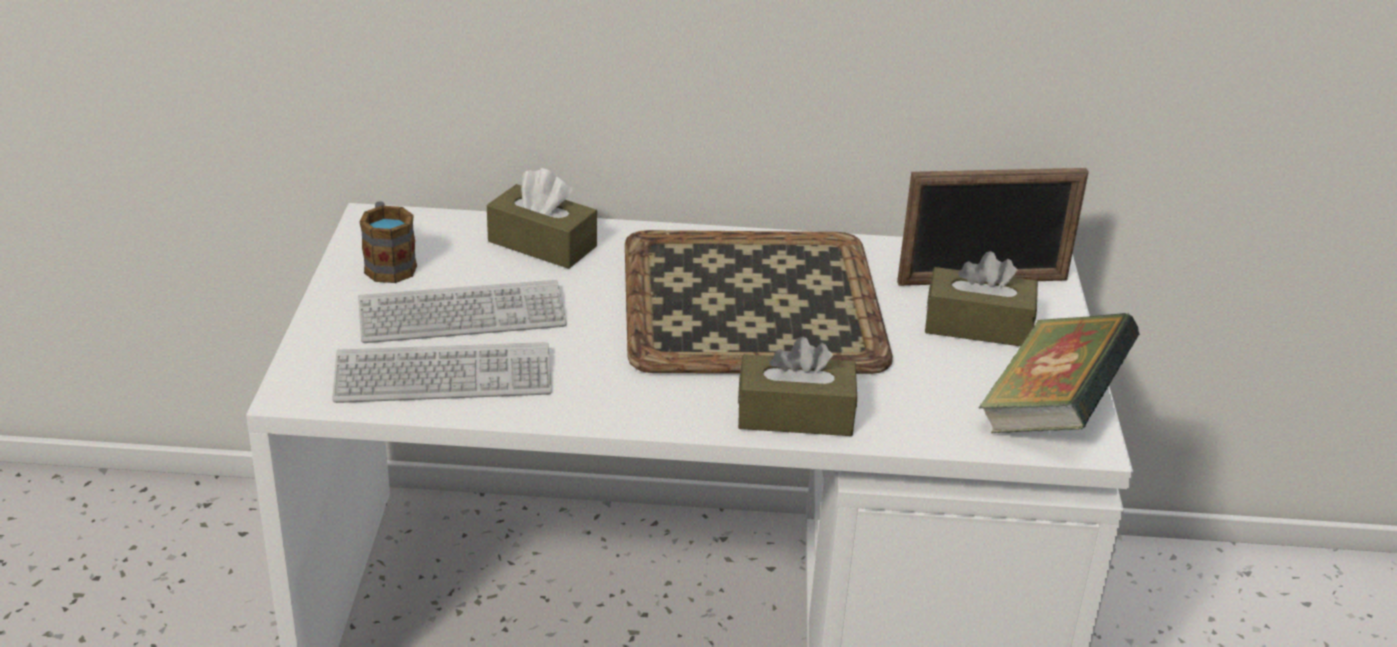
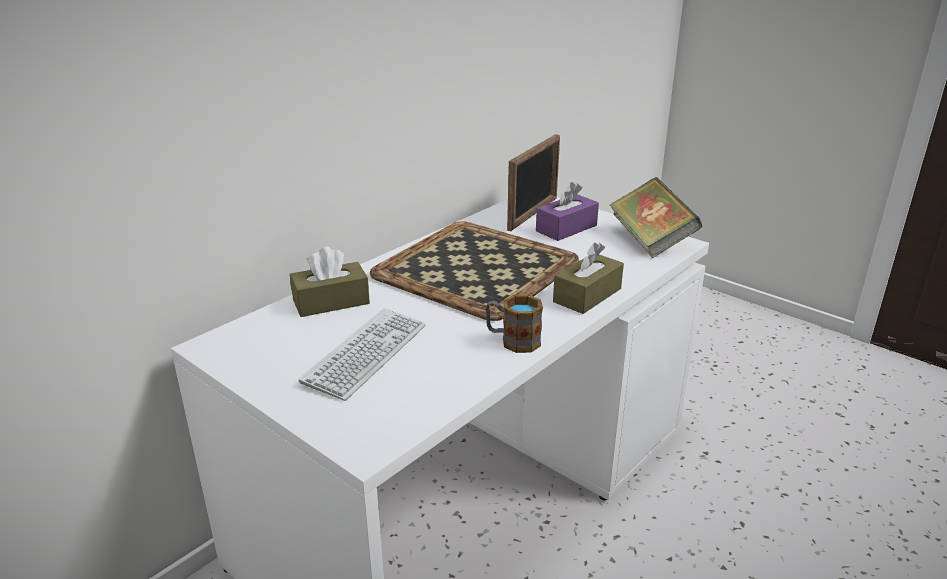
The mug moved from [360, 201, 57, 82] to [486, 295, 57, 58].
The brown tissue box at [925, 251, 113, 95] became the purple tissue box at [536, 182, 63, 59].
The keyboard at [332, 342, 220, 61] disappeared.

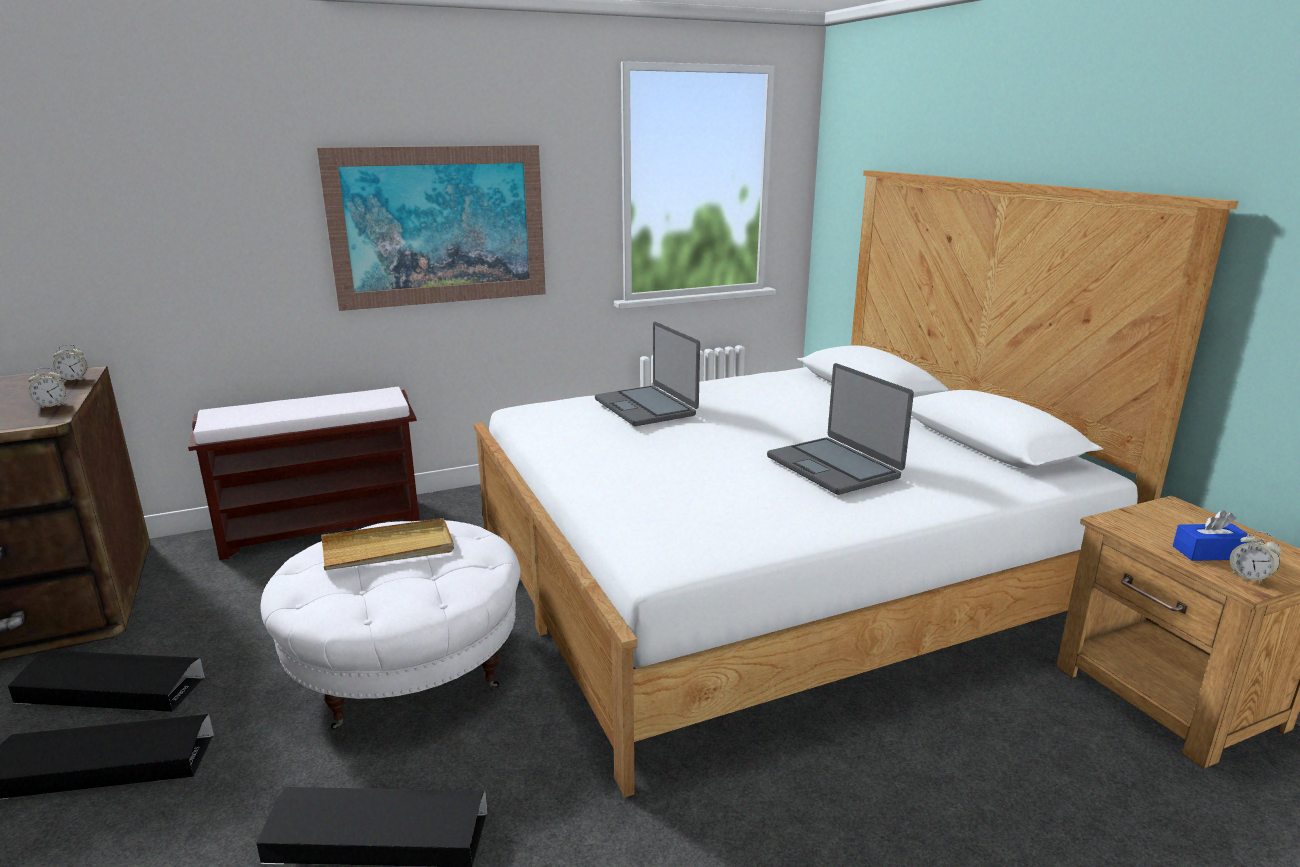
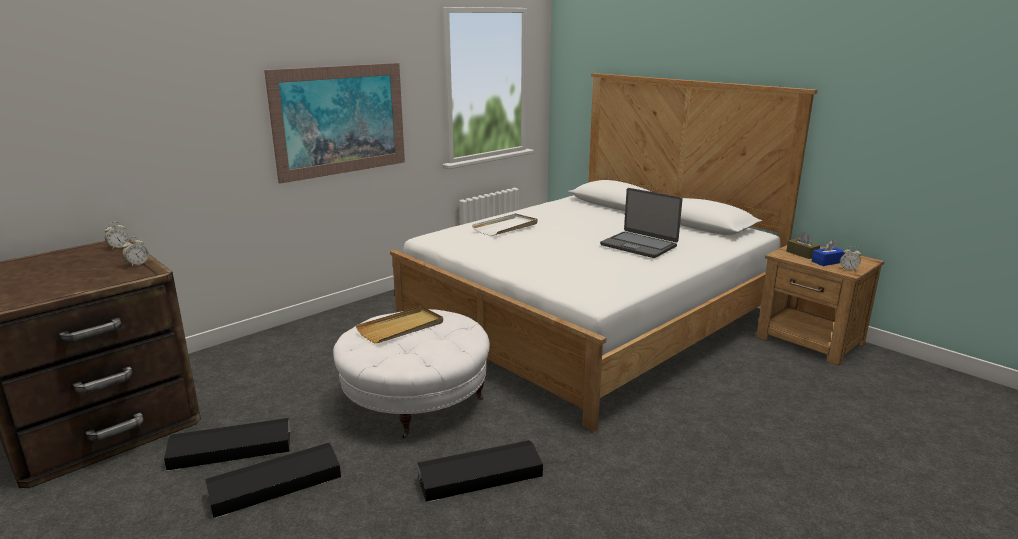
The laptop at [595, 322, 105, 104] was replaced by the white tray at [472, 213, 65, 23].
The brown tissue box at [786, 232, 34, 27] appeared.
The brown bench at [188, 387, 232, 173] disappeared.

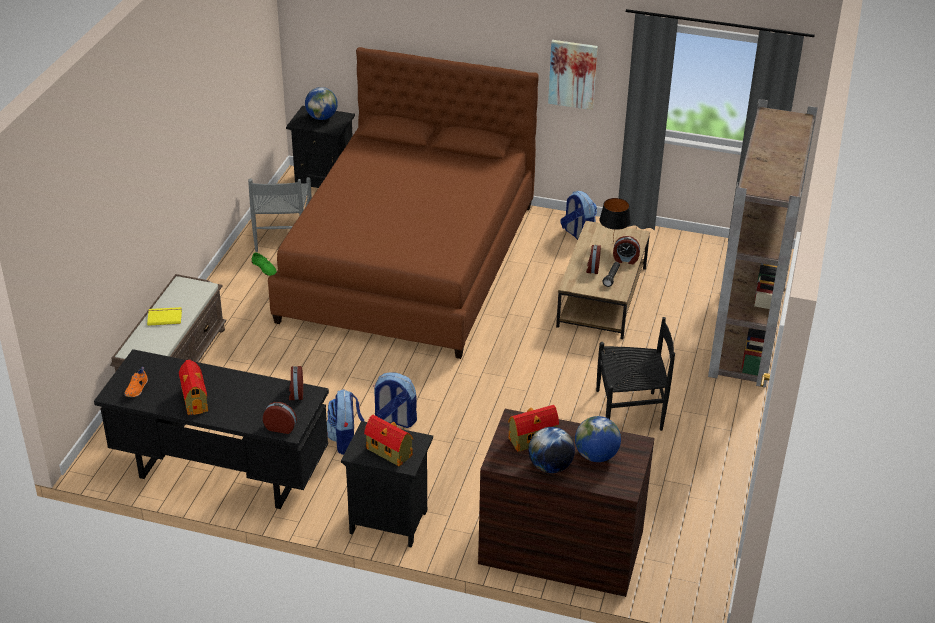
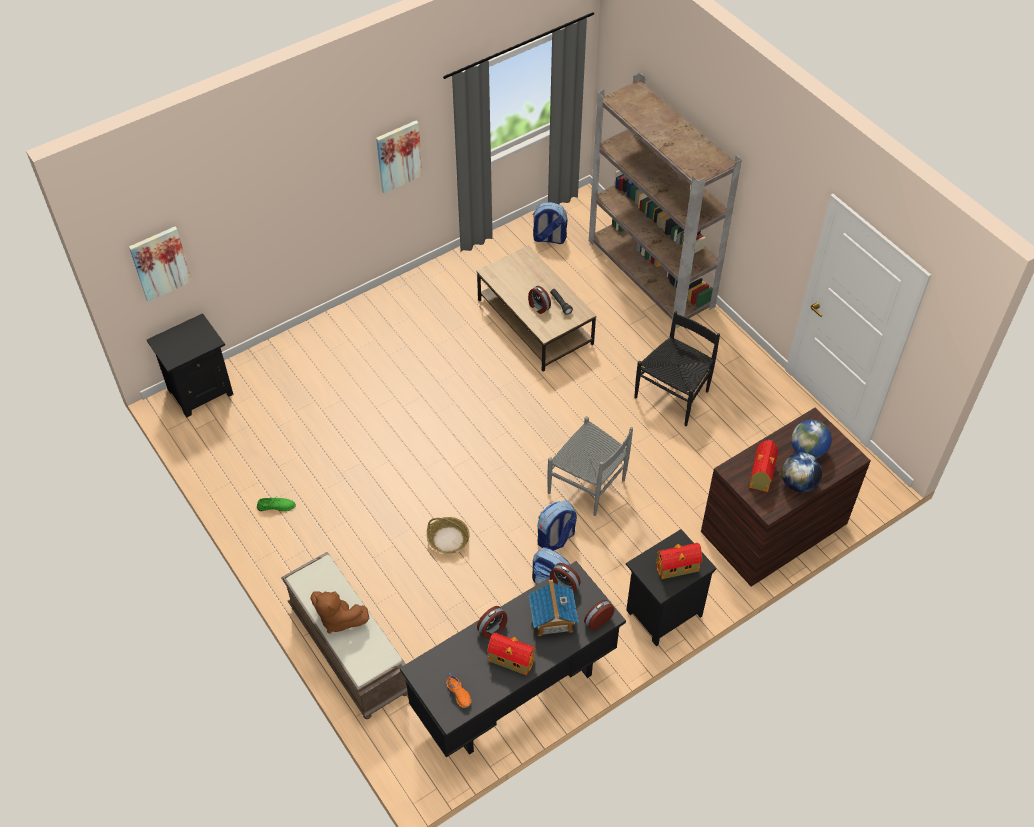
The picture at [129, 227, 63, 75] appeared.
The yellow book at [147, 307, 35, 19] was replaced by the brown plush toy at [311, 591, 59, 43].
The basket at [427, 517, 43, 37] appeared.
The alarm clock moved from [613, 236, 27, 28] to [477, 606, 30, 33].
The toy house at [529, 580, 50, 56] appeared.
The backpack moved from [561, 191, 36, 49] to [532, 202, 35, 42].
The grey chair moved from [248, 177, 64, 75] to [548, 416, 85, 100].
The brown bed at [268, 47, 271, 312] disappeared.
The globe at [305, 87, 33, 33] disappeared.
The black table lamp at [599, 198, 32, 42] disappeared.

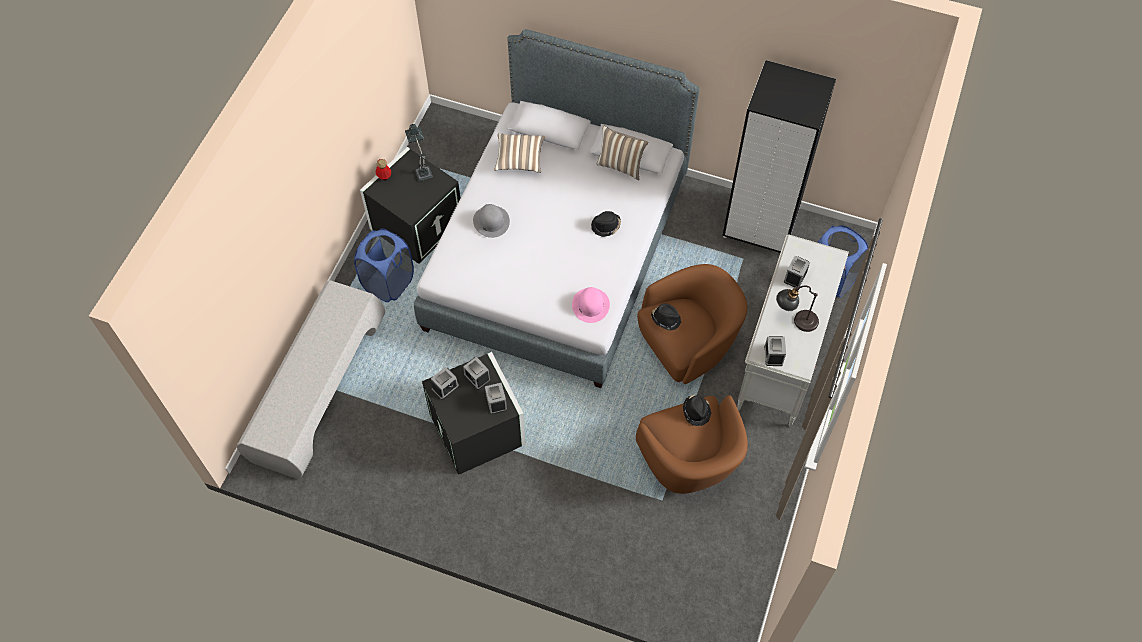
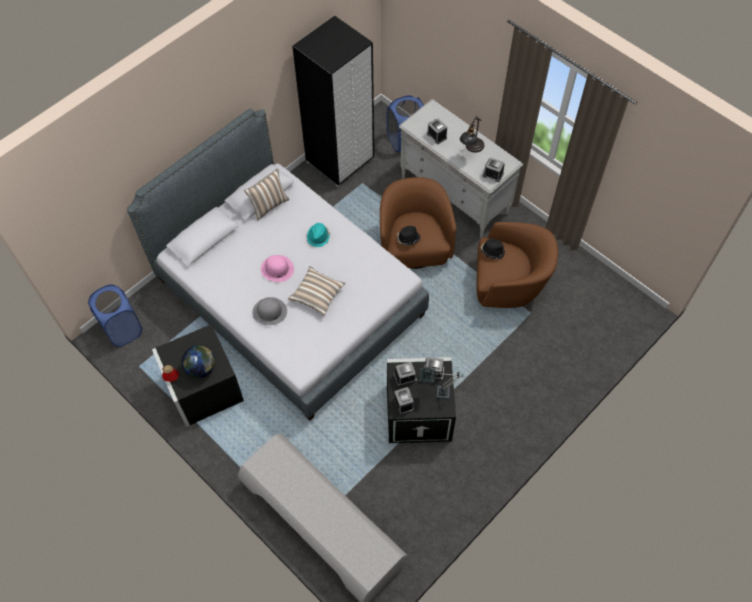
The blue laundry basket moved from [354, 228, 60, 74] to [88, 285, 54, 62].
The globe at [182, 345, 33, 33] appeared.
The pink hat moved from [572, 287, 38, 36] to [261, 255, 33, 27].
The pillow moved from [494, 133, 51, 40] to [288, 266, 58, 50].
The black hat at [591, 211, 30, 26] became the turquoise hat at [307, 223, 23, 24].
The table lamp moved from [405, 124, 28, 57] to [419, 367, 44, 33].

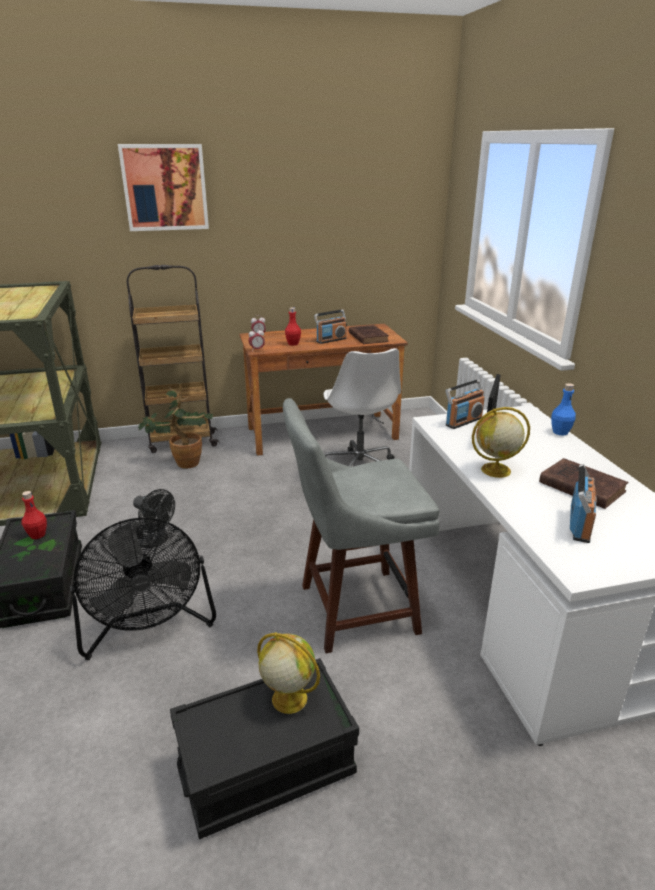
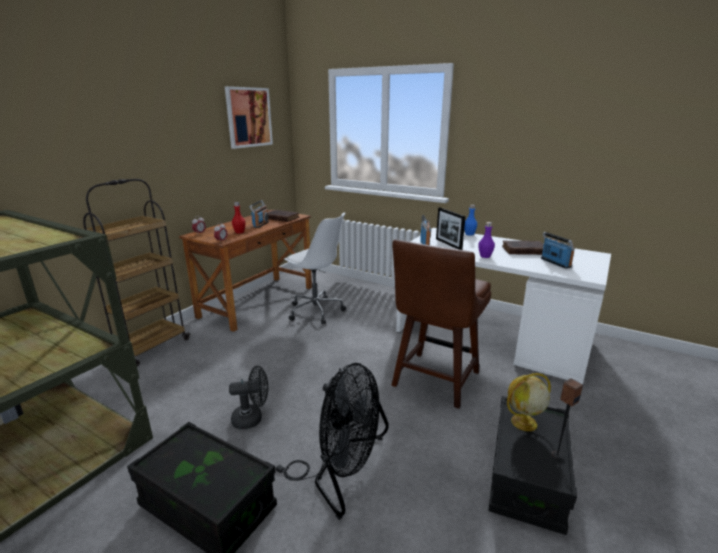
The picture moved from [118, 144, 91, 87] to [225, 86, 48, 63].
The grey stool at [283, 398, 156, 255] became the brown stool at [391, 240, 100, 169].
The globe at [472, 407, 58, 71] was replaced by the purple bottle at [478, 222, 17, 36].
The speaker at [551, 378, 32, 82] appeared.
The red bottle at [21, 491, 26, 48] disappeared.
The potted plant at [138, 384, 75, 85] disappeared.

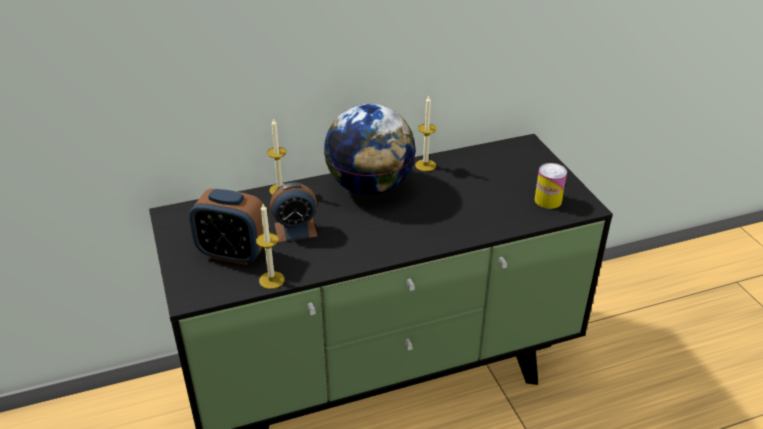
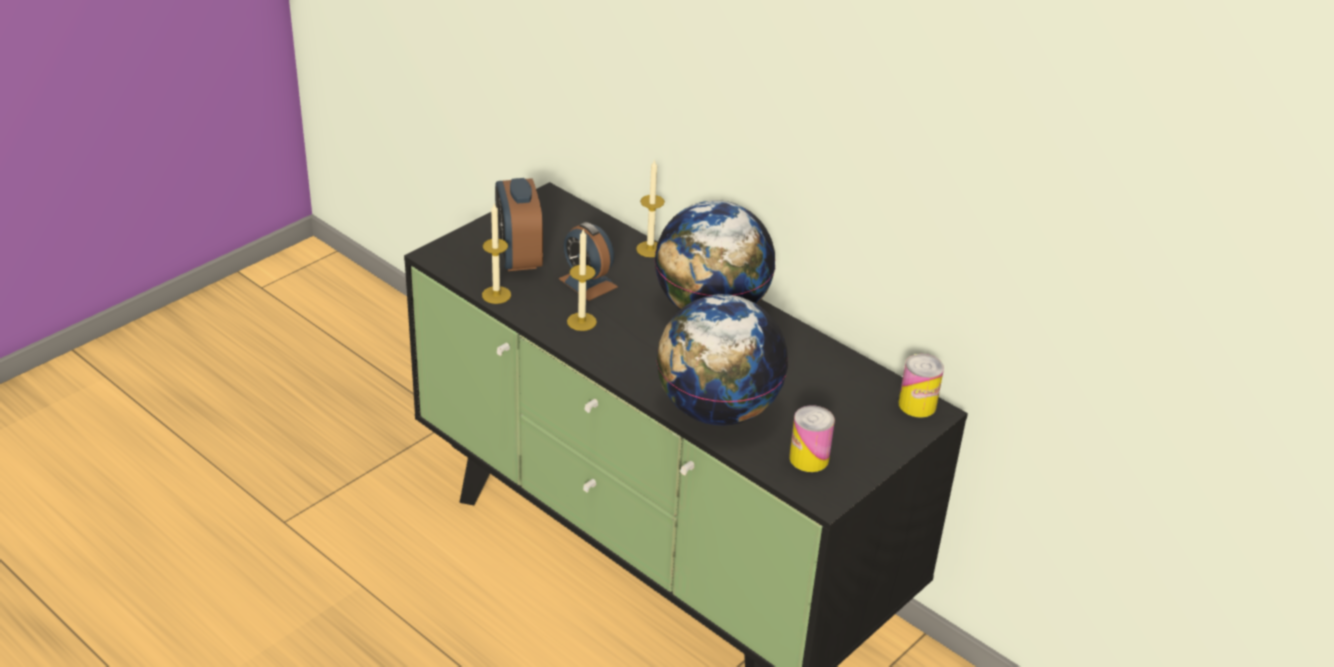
The candle moved from [415, 95, 21, 76] to [567, 230, 30, 101].
The globe at [656, 294, 132, 131] appeared.
The can at [898, 354, 46, 64] appeared.

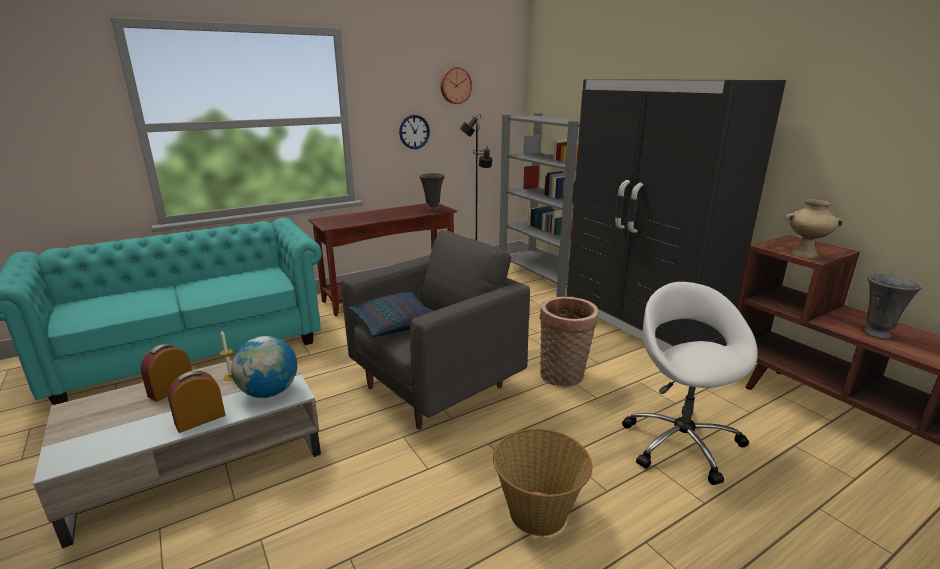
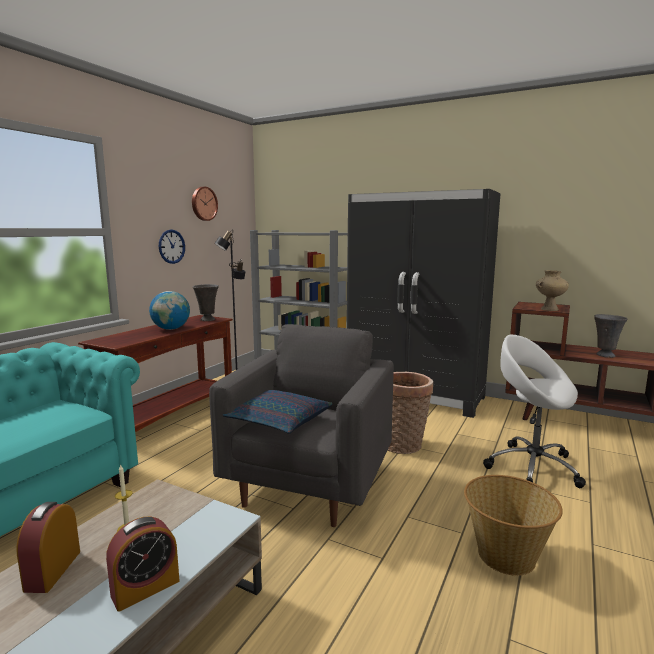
The alarm clock at [168, 371, 57, 62] turned 150 degrees counterclockwise.
The globe moved from [231, 336, 66, 62] to [149, 291, 41, 39].

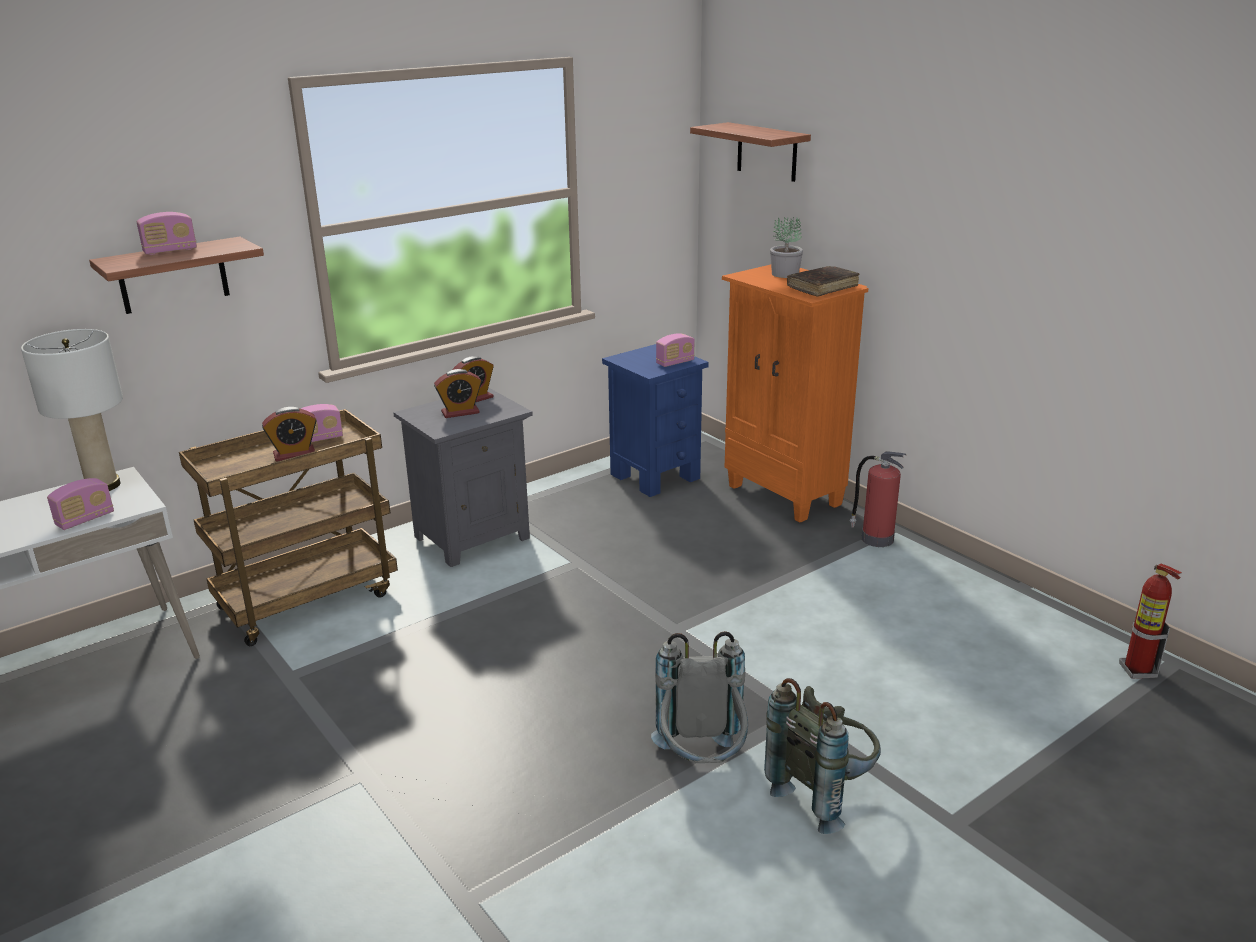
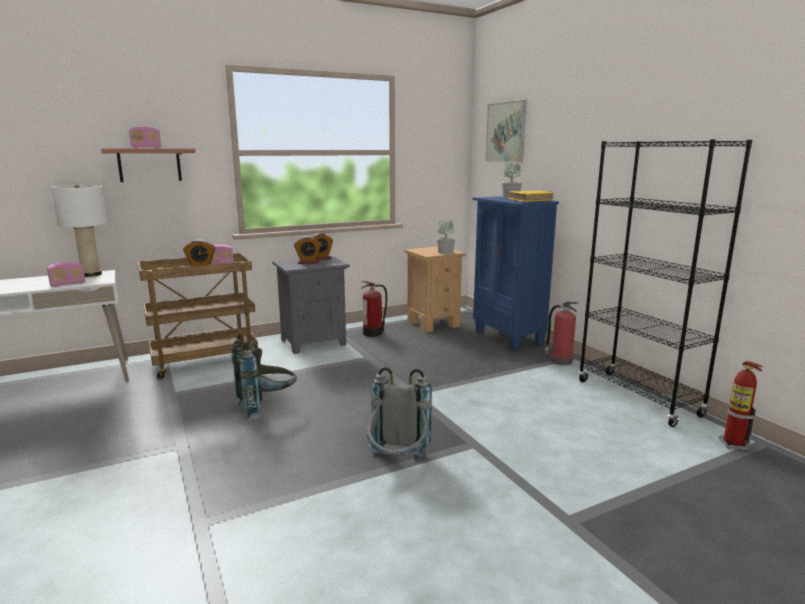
The grey backpack moved from [764, 678, 117, 156] to [232, 333, 65, 87].
The fire extinguisher at [361, 281, 26, 56] appeared.
The blue nightstand at [602, 344, 107, 153] became the beige nightstand at [404, 247, 62, 86].
The radio at [656, 333, 38, 34] was replaced by the potted plant at [437, 219, 18, 35].
The orange cabinet at [722, 265, 146, 257] became the blue cabinet at [473, 196, 86, 154].
The shelf at [690, 122, 121, 60] was replaced by the picture at [485, 100, 42, 63].
The brown book at [787, 266, 73, 31] became the yellow book at [508, 191, 45, 11].
The black bookcase at [578, 139, 174, 288] appeared.

